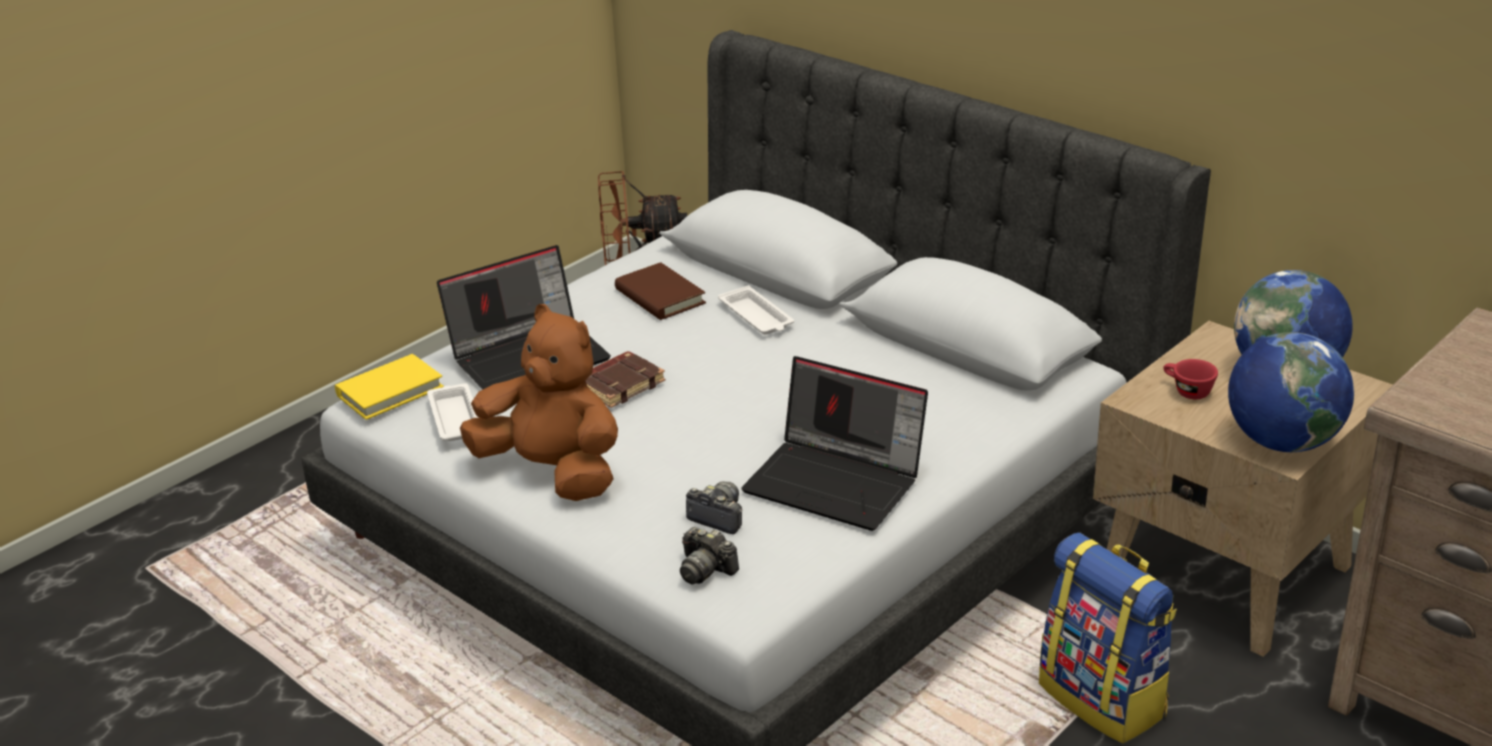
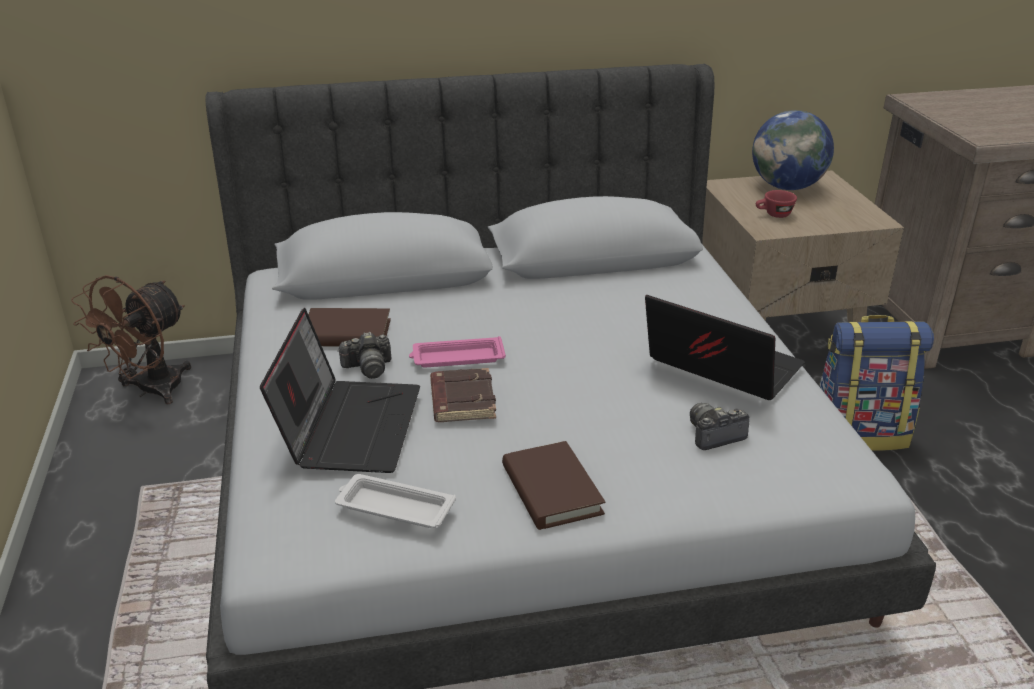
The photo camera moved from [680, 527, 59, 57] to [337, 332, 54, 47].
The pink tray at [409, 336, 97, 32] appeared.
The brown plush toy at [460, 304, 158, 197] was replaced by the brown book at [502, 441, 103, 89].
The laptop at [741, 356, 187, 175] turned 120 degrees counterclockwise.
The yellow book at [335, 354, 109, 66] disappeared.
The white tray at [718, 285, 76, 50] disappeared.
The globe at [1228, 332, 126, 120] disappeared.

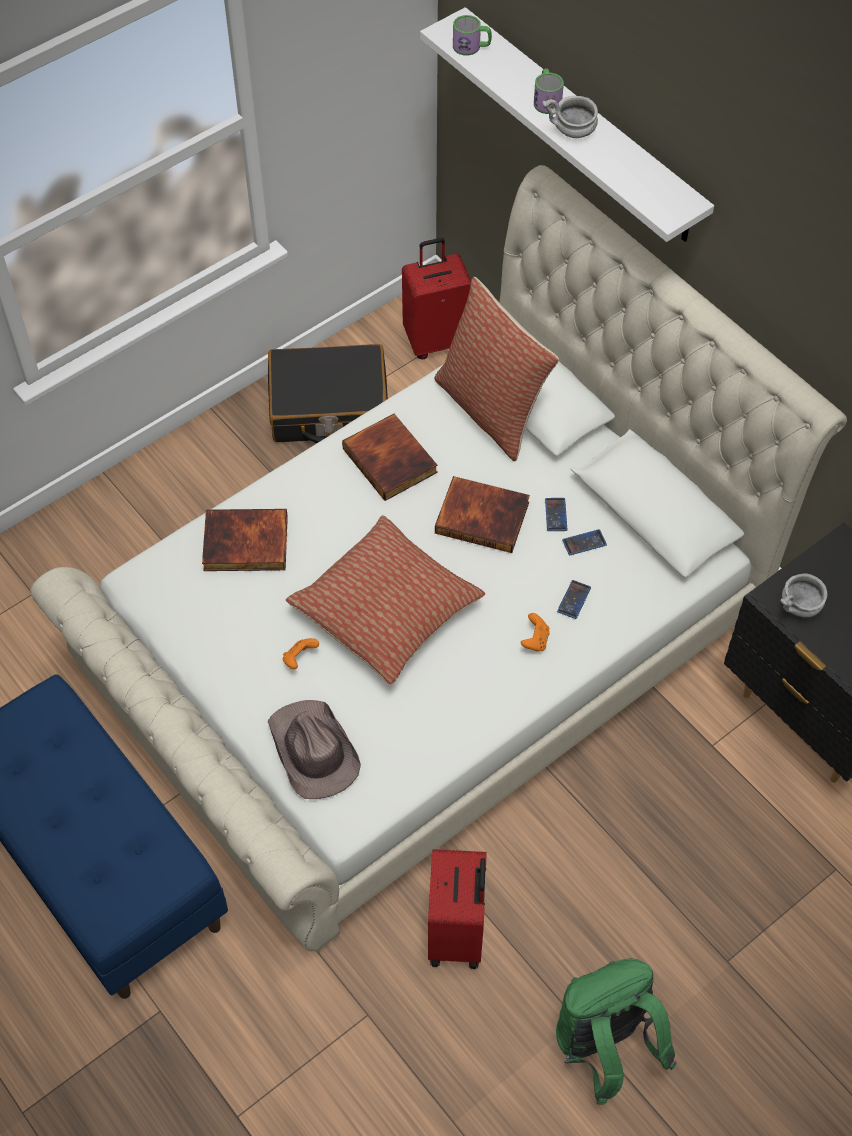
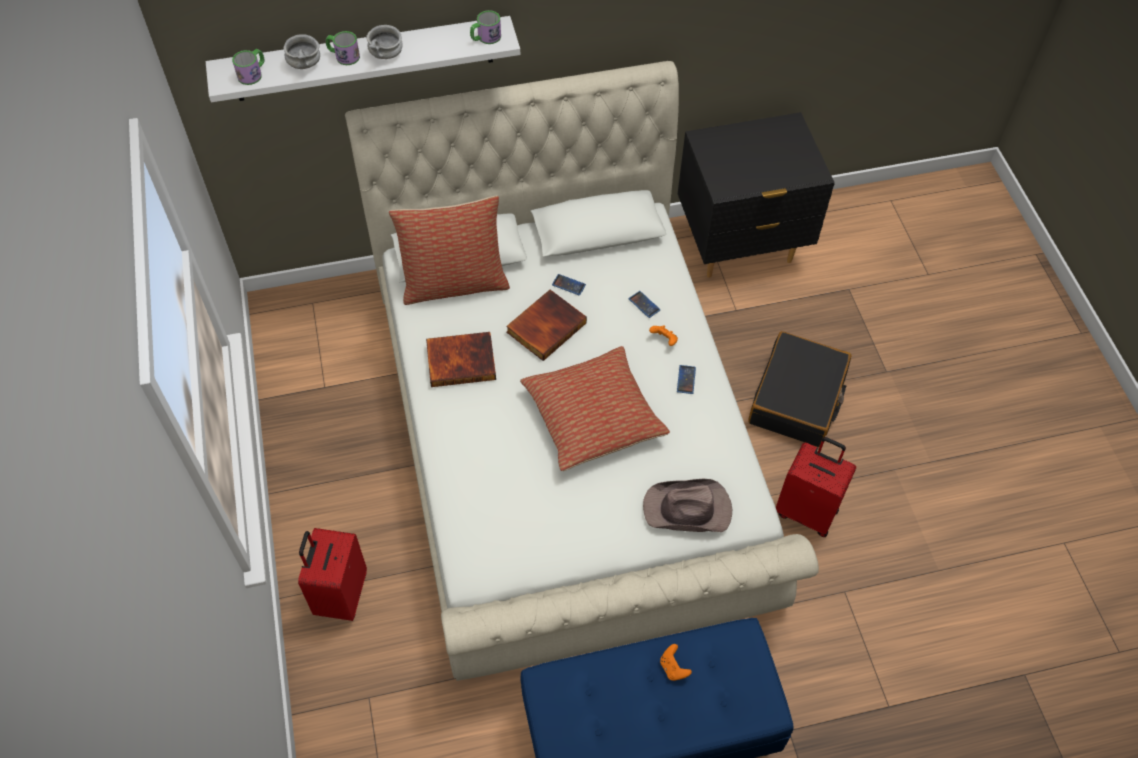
The grey bowl moved from [781, 573, 46, 45] to [283, 34, 37, 35].
The red suitcase moved from [402, 238, 69, 121] to [298, 528, 69, 93].
The mug at [470, 10, 31, 34] appeared.
The orange game controller moved from [283, 638, 36, 31] to [660, 644, 32, 37].
The phone moved from [562, 529, 45, 26] to [677, 365, 19, 29].
The black suitcase moved from [268, 344, 120, 99] to [748, 331, 103, 116].
The book at [202, 509, 86, 62] disappeared.
The green backpack at [556, 958, 121, 147] disappeared.

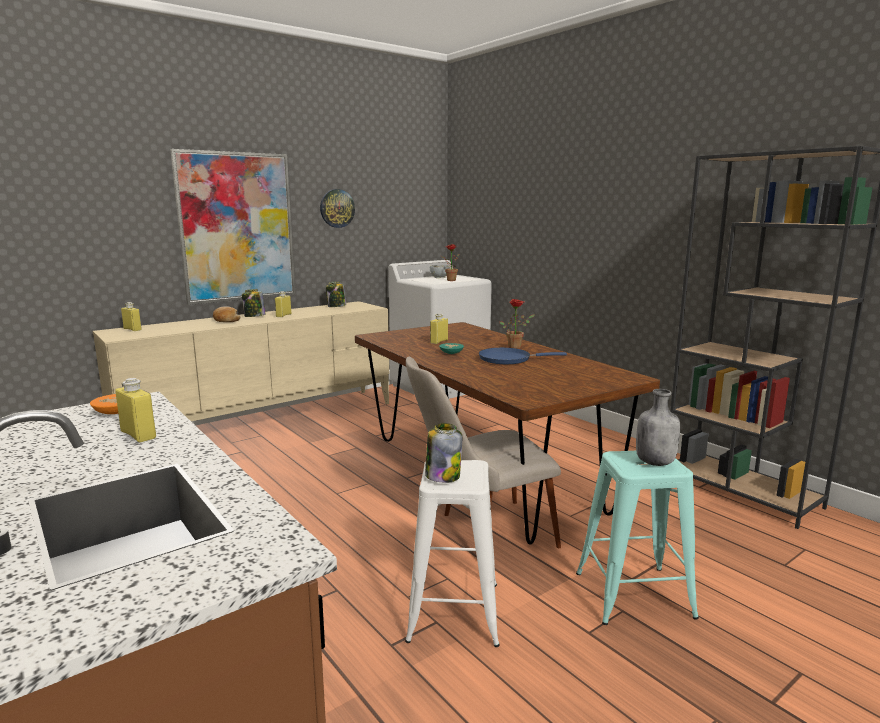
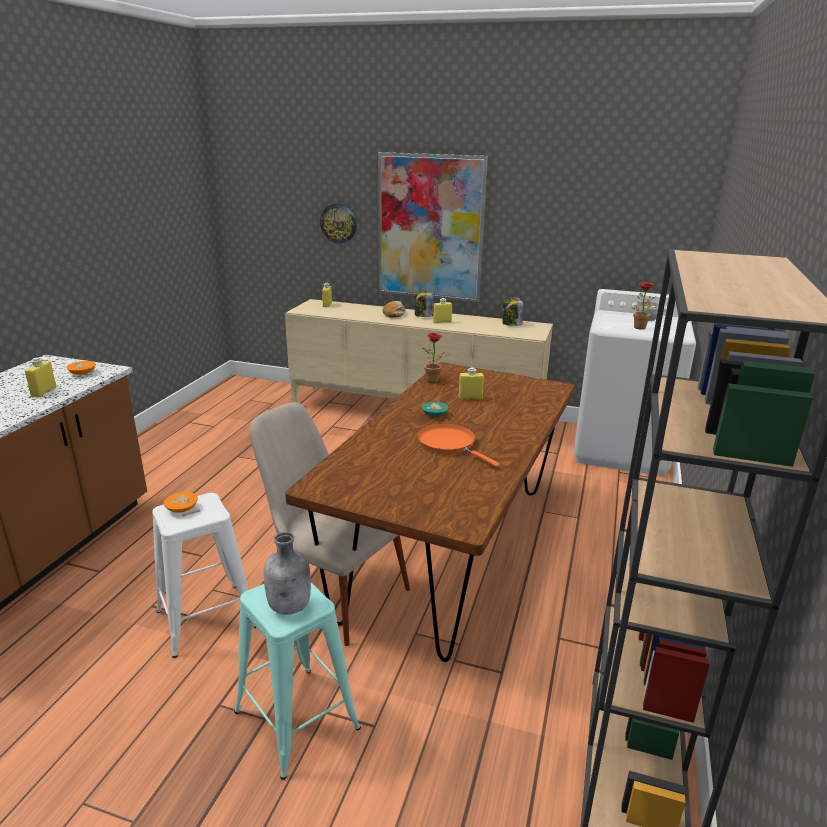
The jar at [425, 423, 37, 60] was replaced by the orange bowl at [164, 492, 34, 21].
The wall clock moved from [320, 189, 35, 39] to [320, 204, 37, 40].
The blue frying pan at [479, 348, 88, 16] became the orange frying pan at [417, 423, 83, 45].
The potted plant moved from [499, 299, 36, 50] to [423, 333, 27, 50].

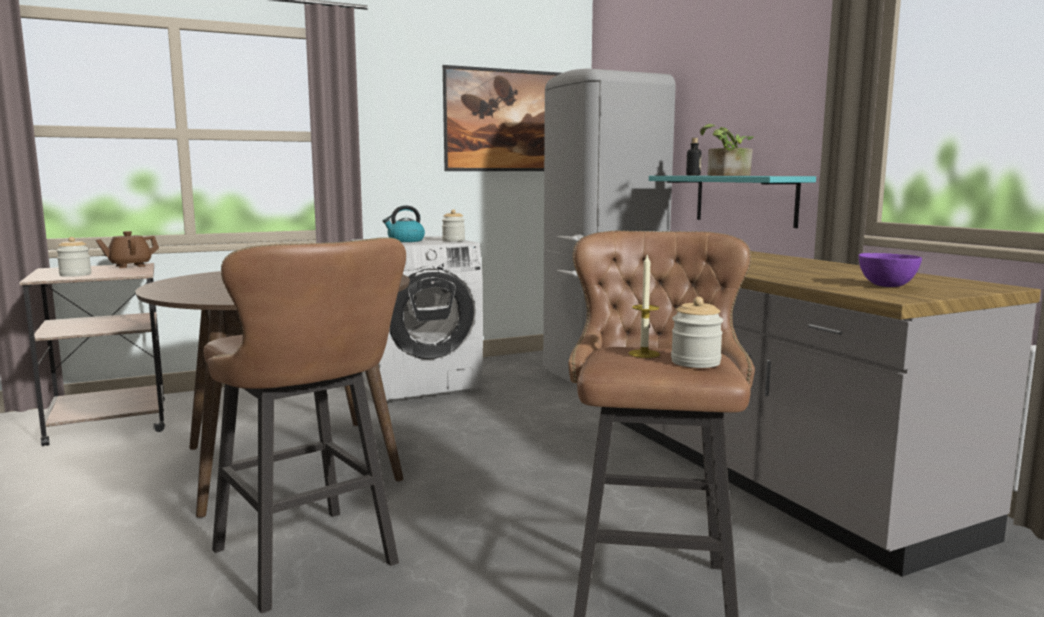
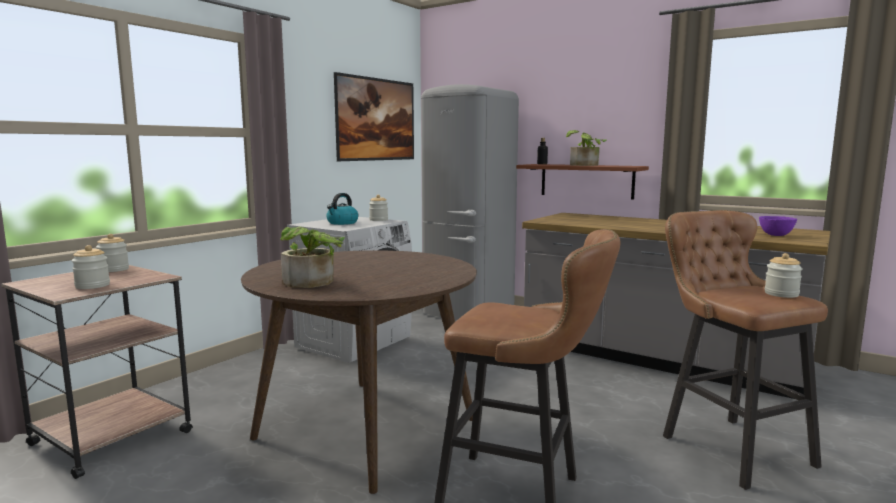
The brown teapot at [96, 231, 63, 37] was replaced by the jar at [96, 234, 33, 38].
The potted plant at [280, 227, 65, 61] appeared.
The turquoise shelf at [649, 176, 167, 52] became the brown shelf at [516, 164, 133, 36].
The candle at [629, 253, 31, 105] disappeared.

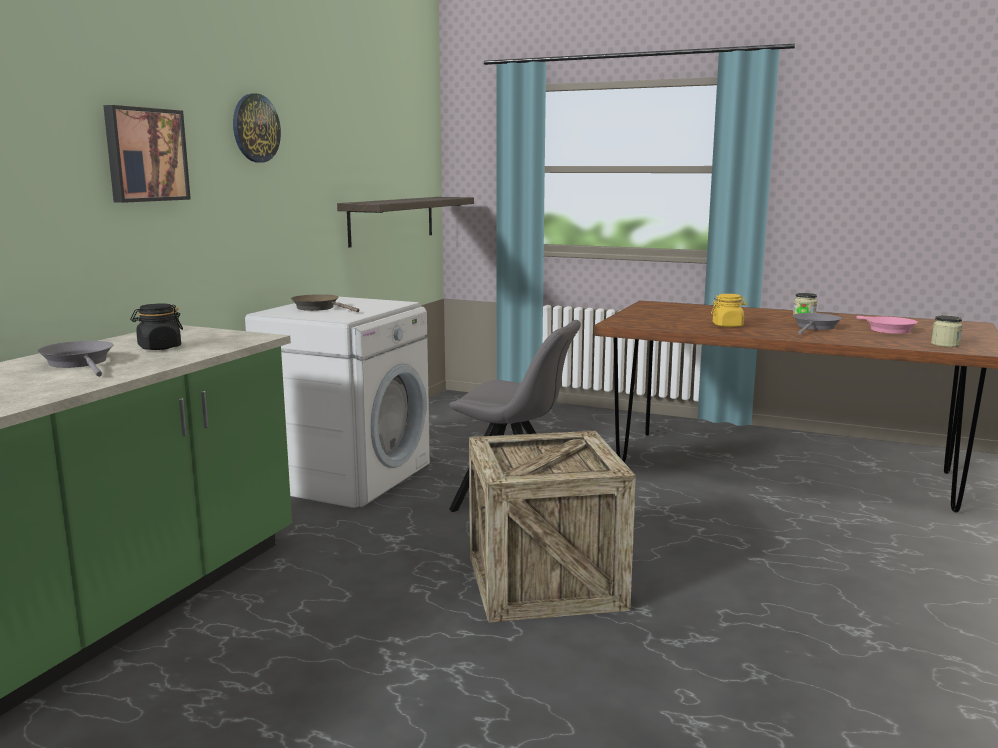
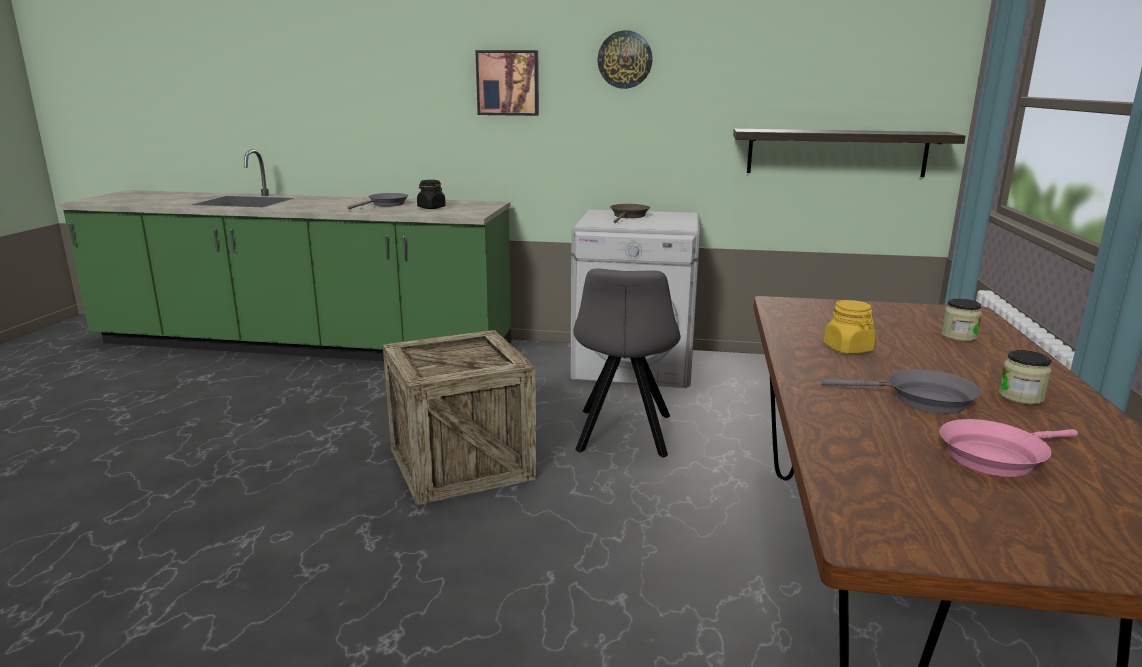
The jar moved from [931, 316, 32, 31] to [941, 299, 41, 42].

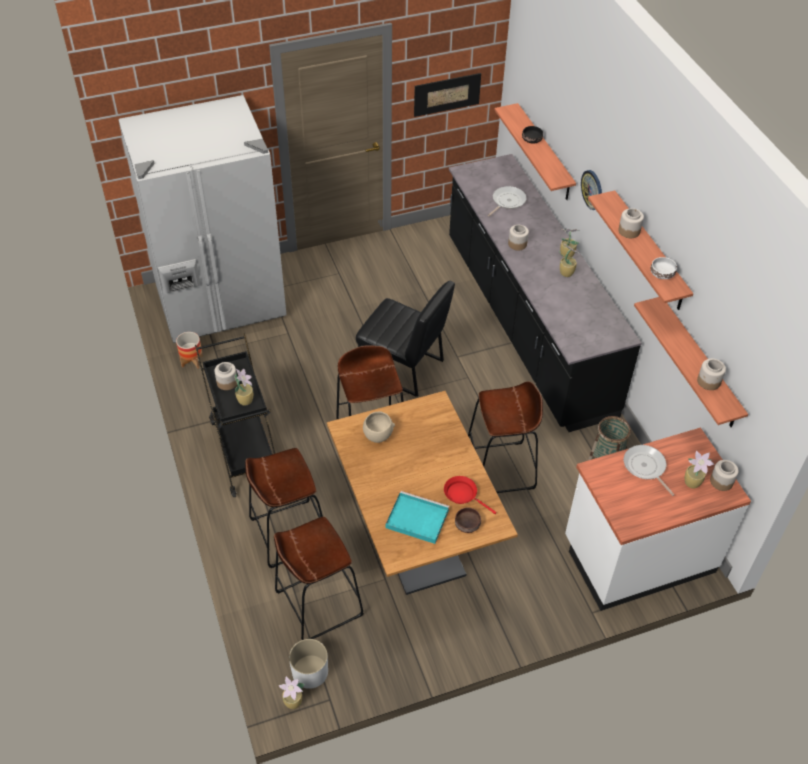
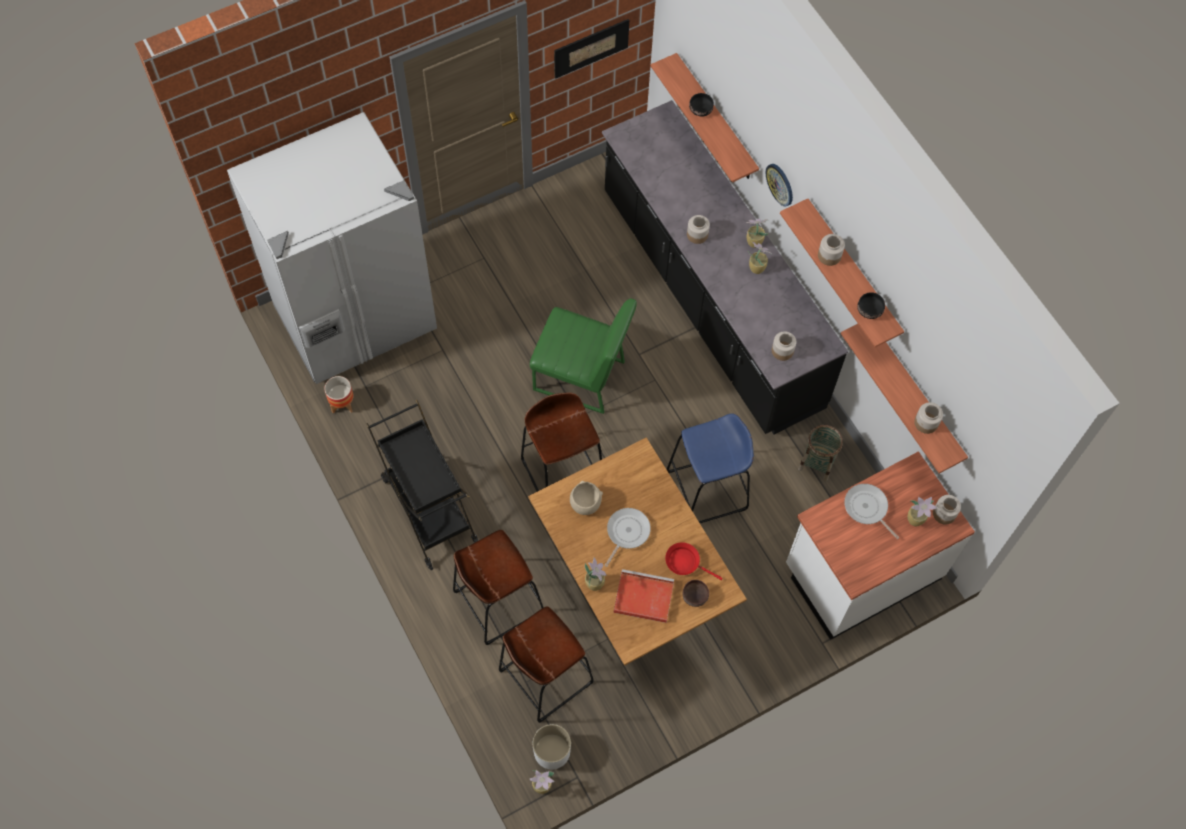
The black chair at [356, 281, 99, 116] became the green chair at [530, 298, 107, 116].
The potted plant moved from [235, 369, 18, 37] to [585, 558, 22, 33].
The frying pan moved from [487, 186, 39, 31] to [605, 508, 46, 59].
The turquoise tray at [386, 491, 63, 53] became the red tray at [614, 569, 60, 54].
The brown stool at [468, 382, 75, 111] became the blue stool at [667, 413, 87, 110].
The jar moved from [215, 362, 22, 28] to [772, 331, 24, 30].
The white bowl at [650, 257, 27, 22] became the black bowl at [857, 292, 28, 27].

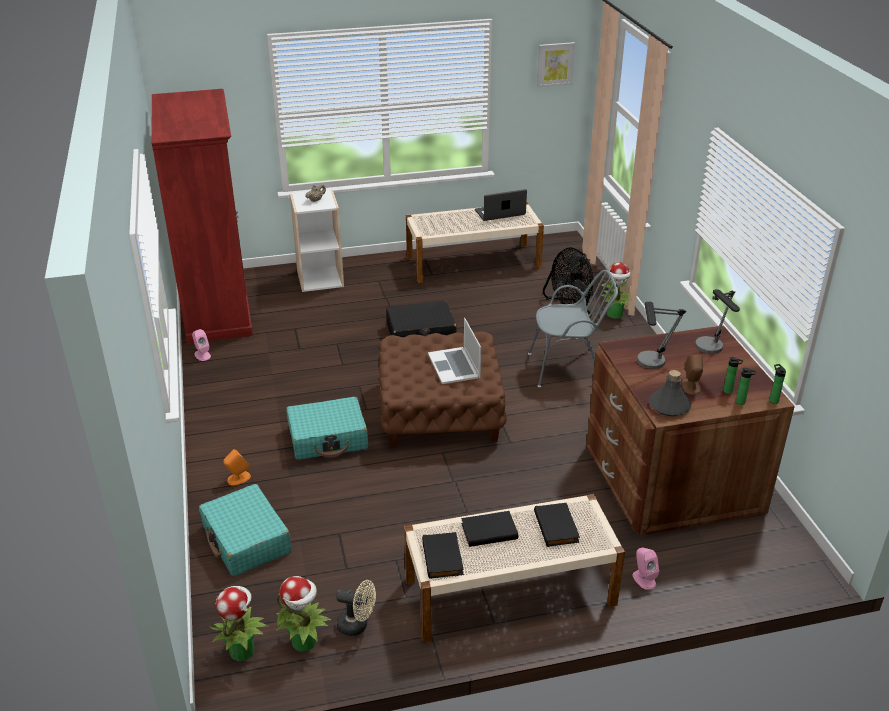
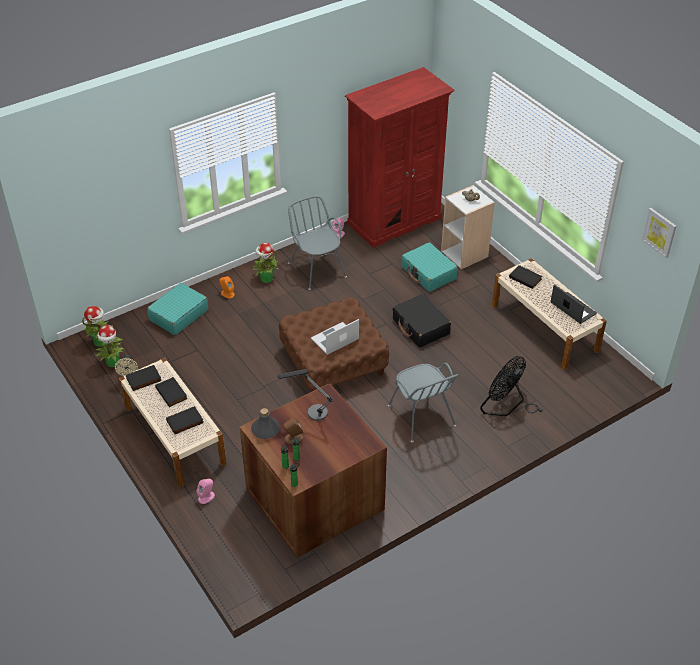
The potted plant moved from [601, 262, 31, 57] to [252, 243, 26, 40].
The grey chair at [288, 196, 59, 94] appeared.
The turquoise suitcase moved from [286, 397, 82, 63] to [401, 242, 57, 50].
The black book at [509, 265, 33, 24] appeared.
The table lamp at [695, 289, 45, 65] disappeared.

